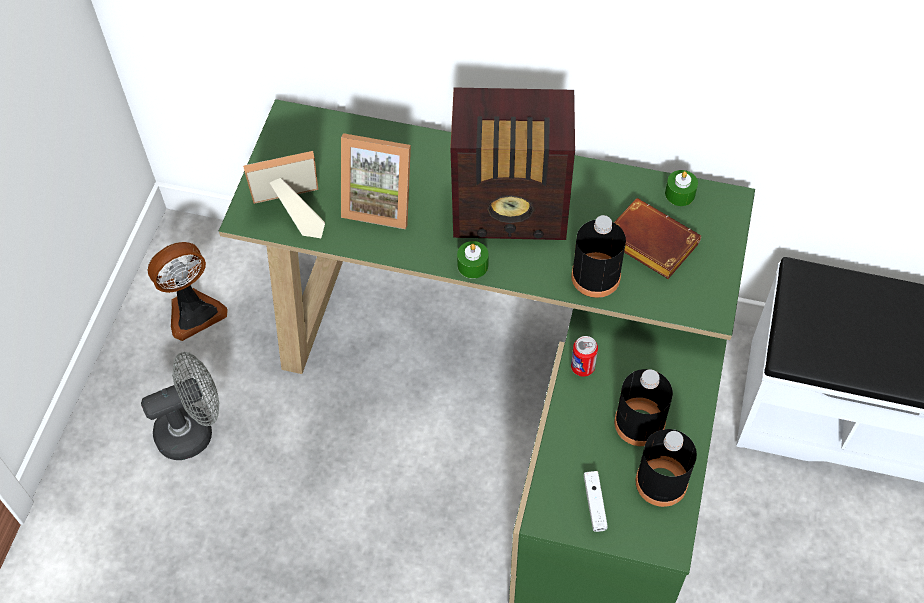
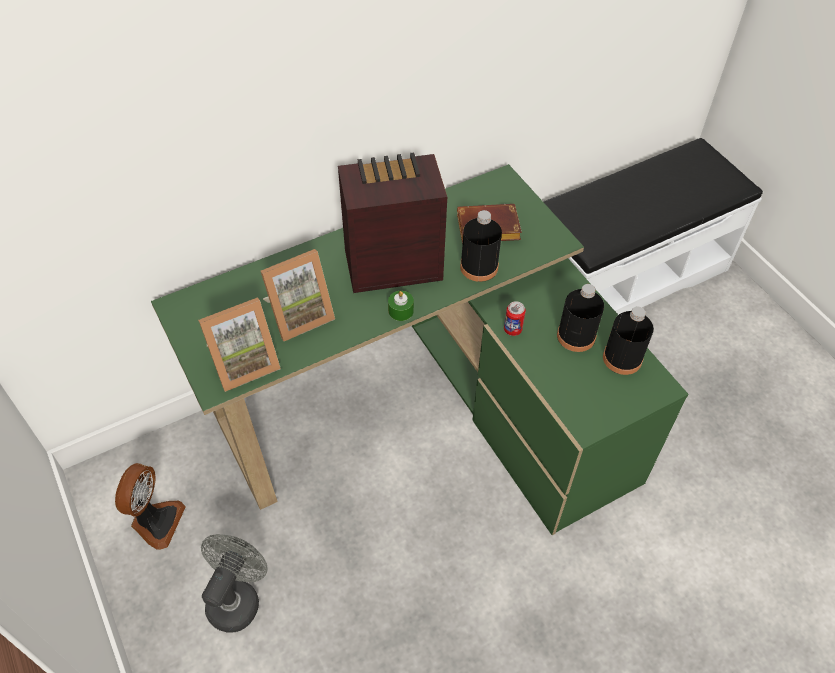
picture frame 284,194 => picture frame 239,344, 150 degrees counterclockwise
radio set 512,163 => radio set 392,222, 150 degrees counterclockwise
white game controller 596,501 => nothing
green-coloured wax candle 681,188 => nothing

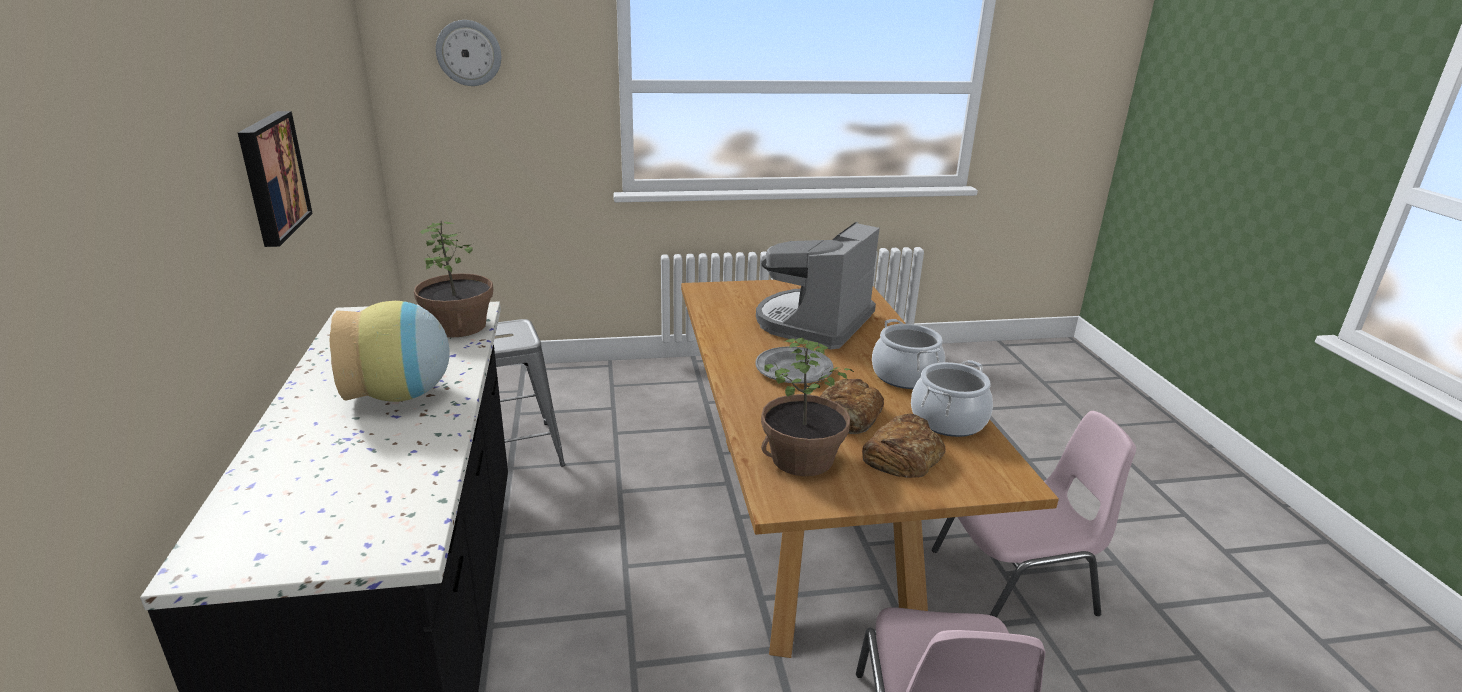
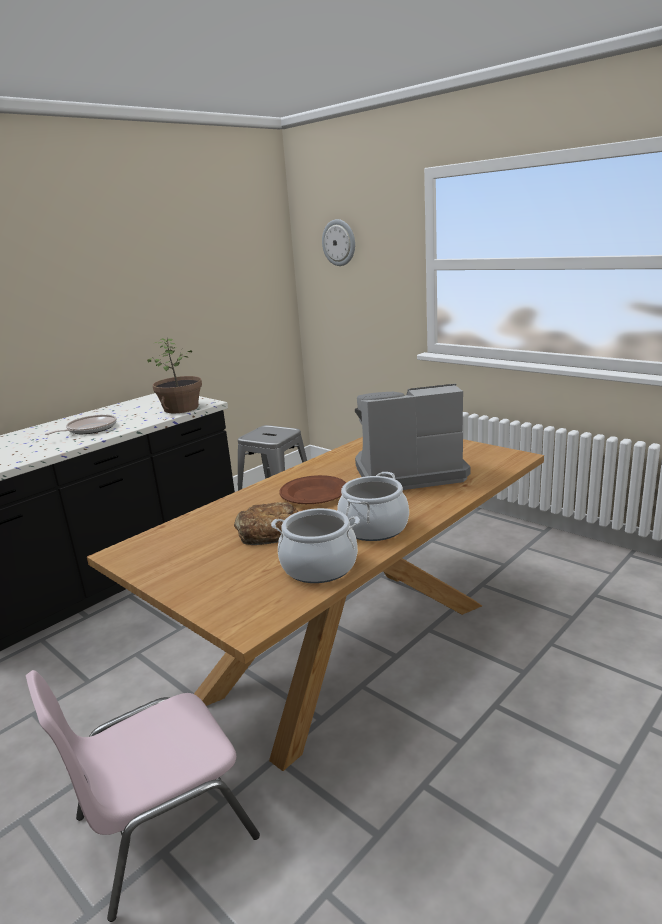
decorative vase 390,351 => skillet 81,424
grey dinner plate 794,365 => brown dinner plate 313,489
picture 275,179 => nothing
potted plant 807,407 => nothing
bread 904,446 => nothing
pink plain chair 1034,514 => nothing

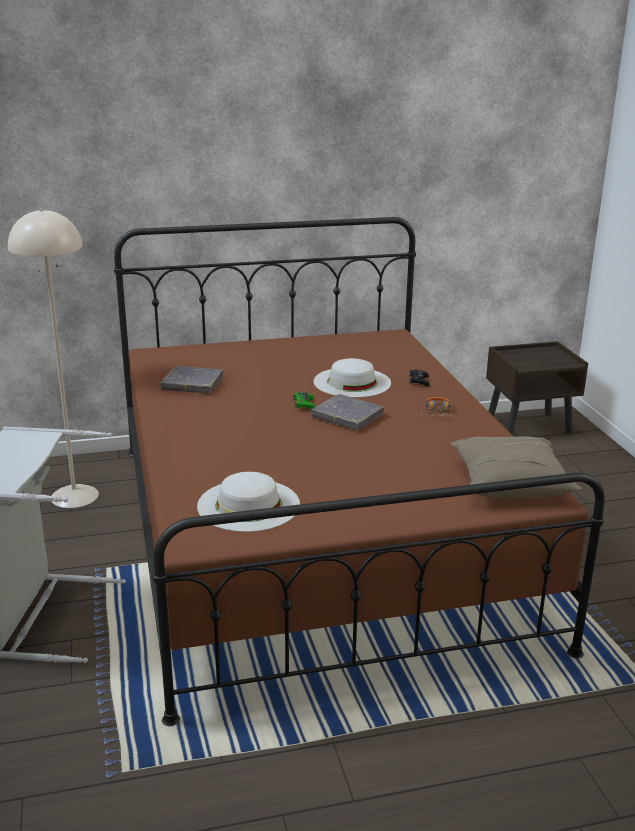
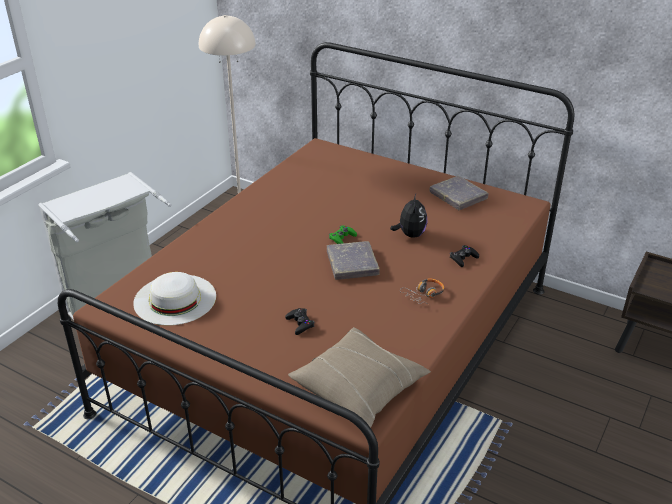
nothing => black-coloured game controller 300,321
white hat 352,378 => plush toy 409,216
grey bound book 191,380 => grey bound book 458,193, move

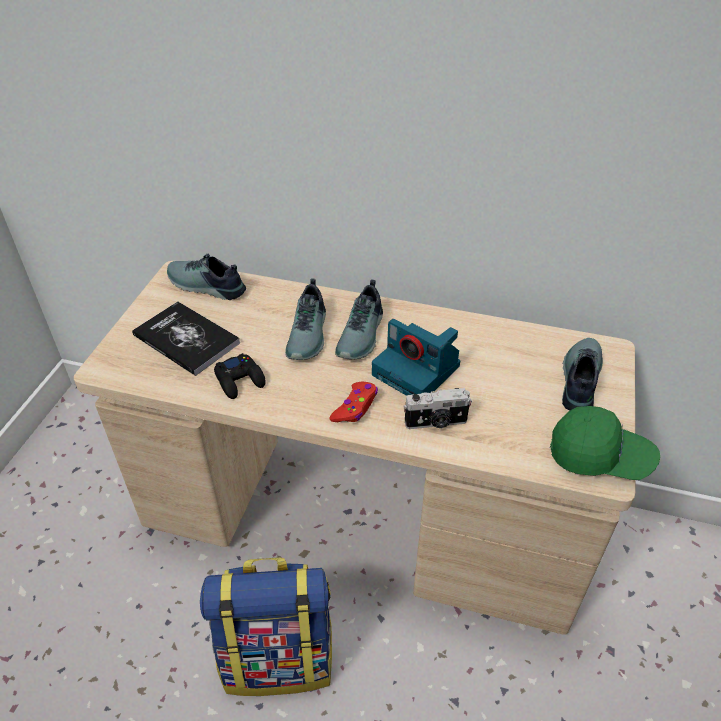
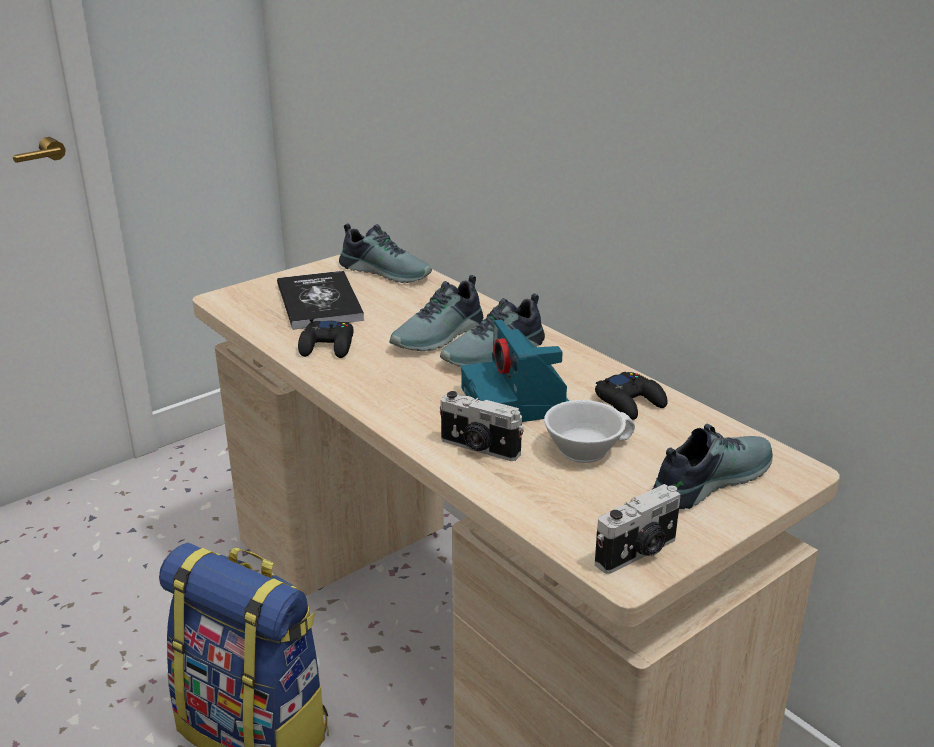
item of footwear 206,276 => item of footwear 385,253, 150 degrees clockwise
nothing => white cup 589,431
nothing => black-coloured game controller 631,396
green-coloured cap 605,443 => photo camera 638,529
reddish game controller 353,401 => nothing

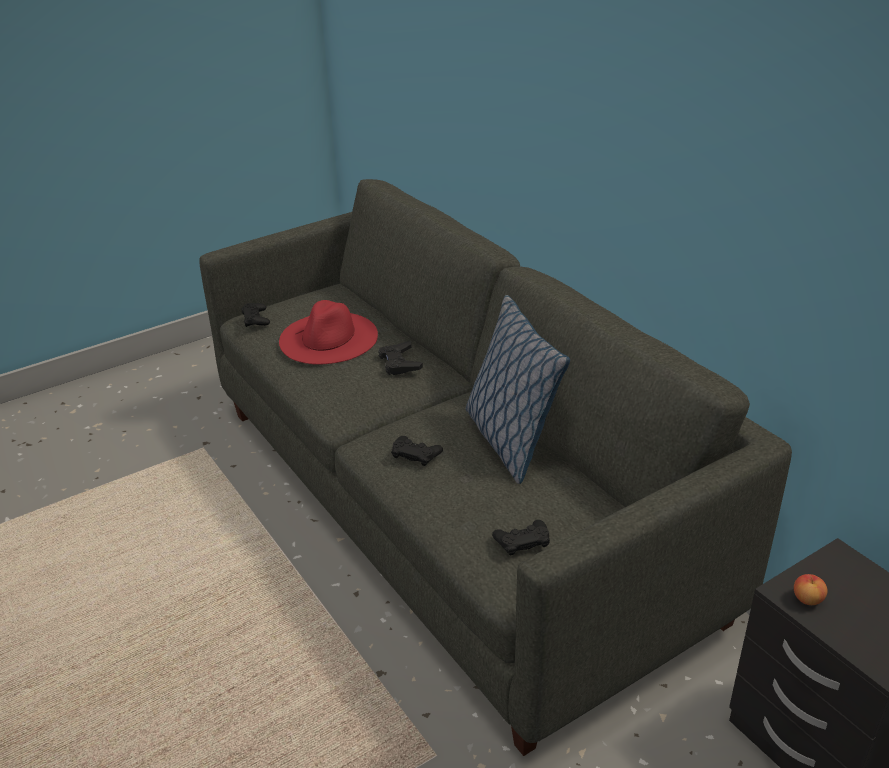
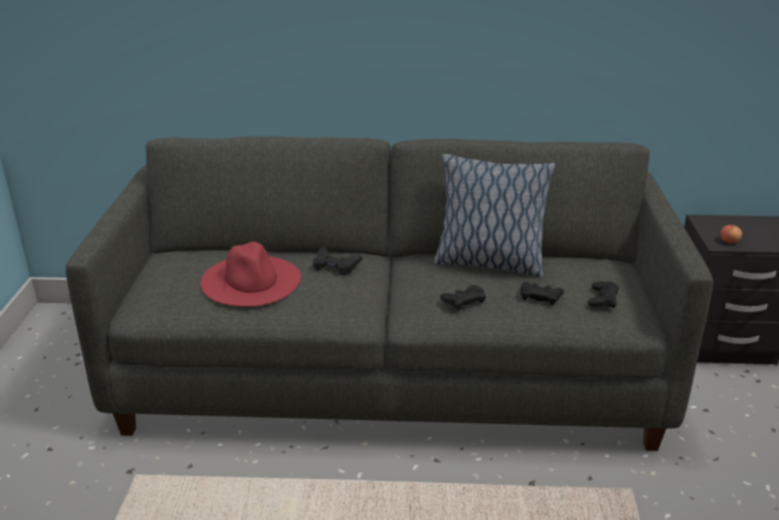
black-coloured game controller 255,315 => black-coloured game controller 542,293, move

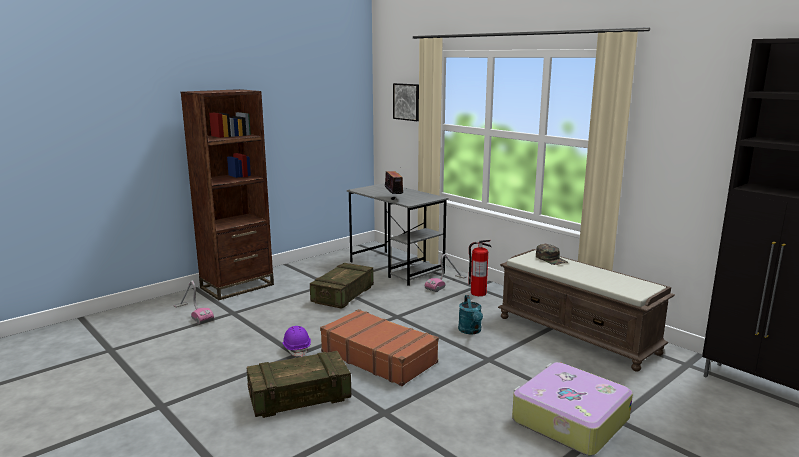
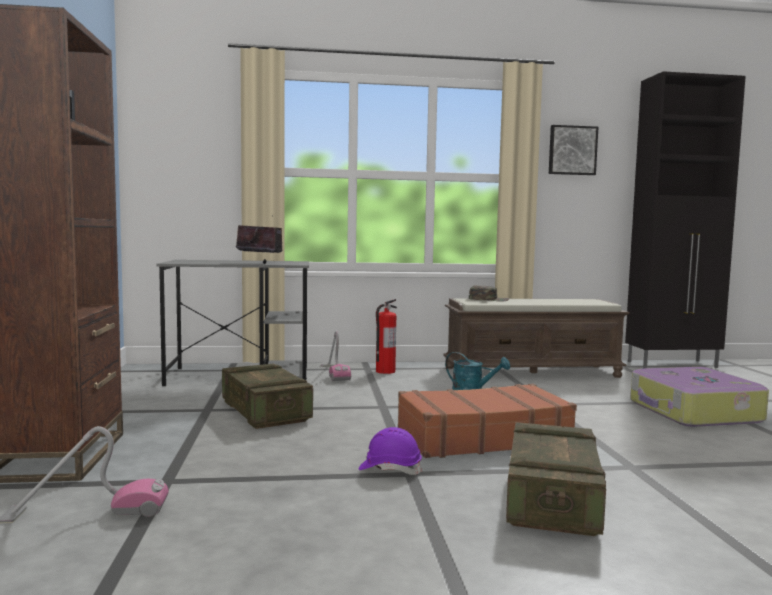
picture 406,102 => picture 573,150, move

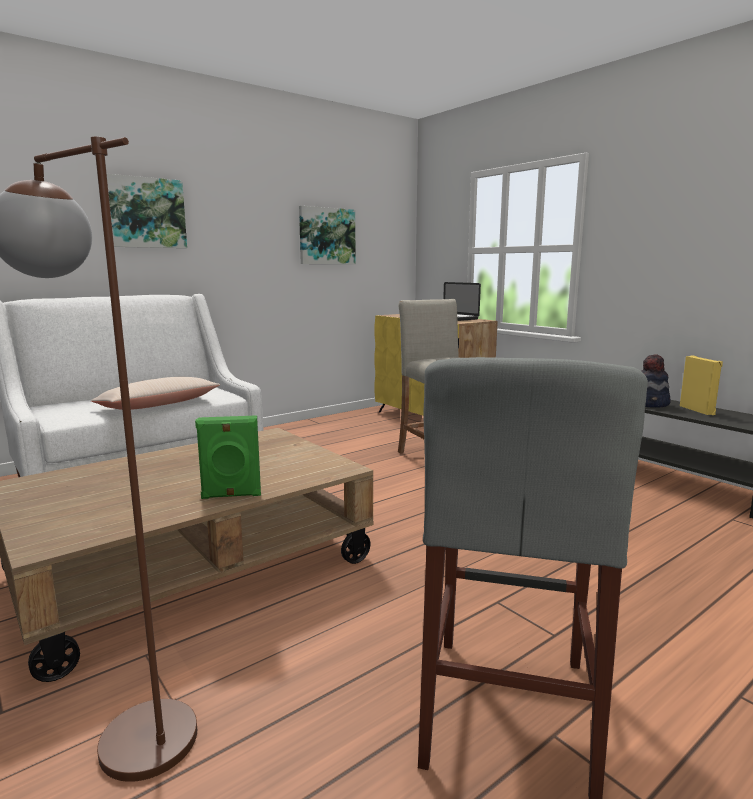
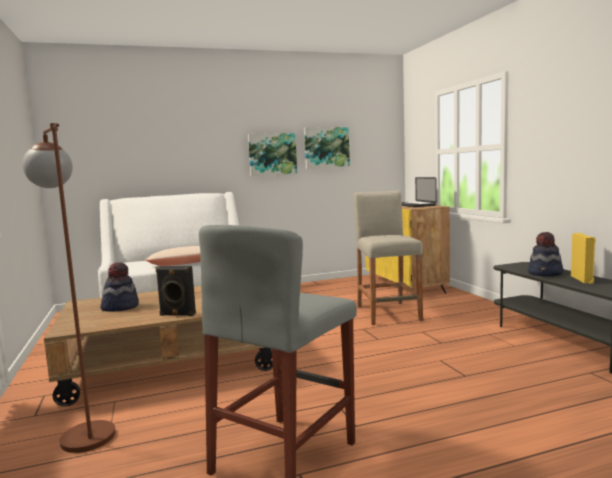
nothing => hat 120,287
green-coloured loudspeaker 228,457 => black-coloured loudspeaker 175,291
picture 147,211 => picture 272,154, move

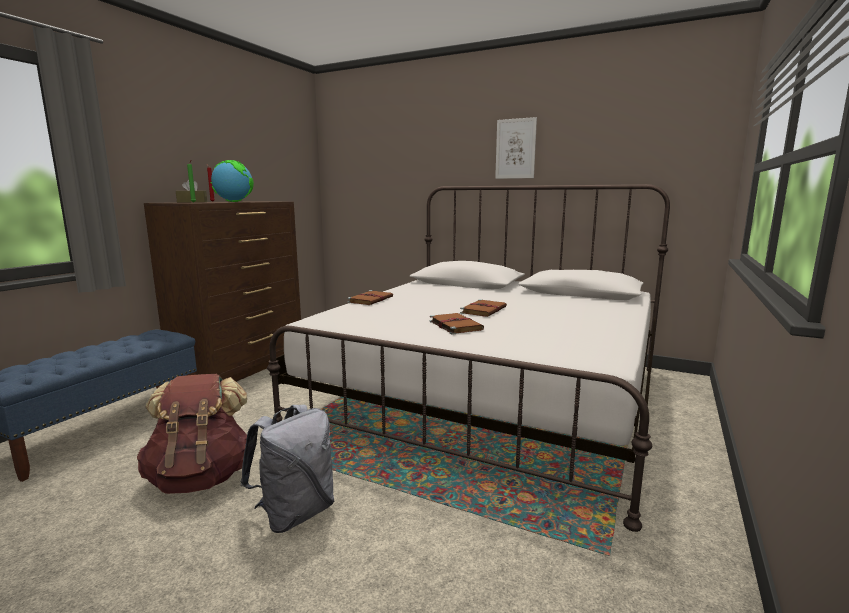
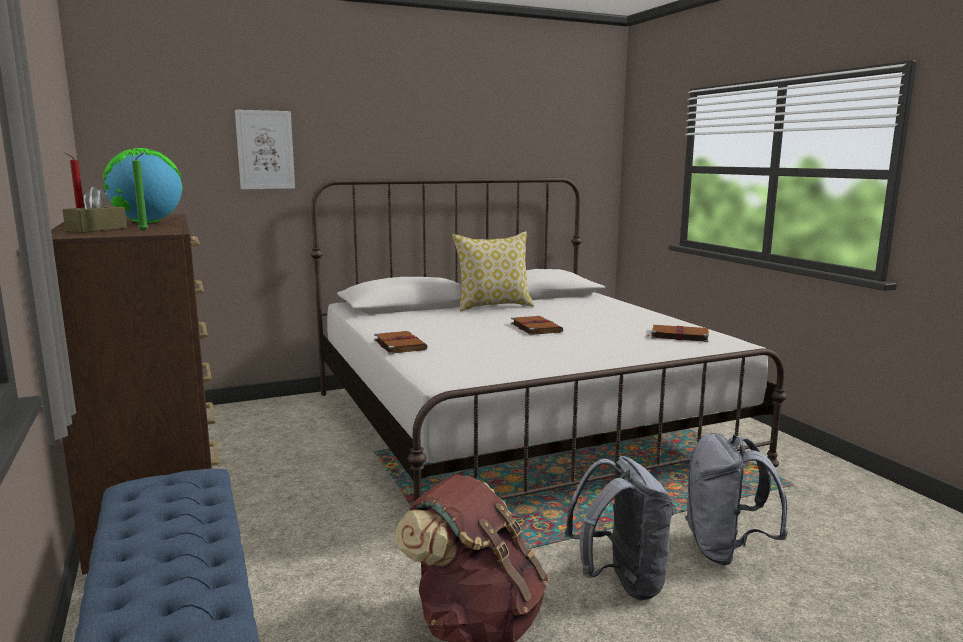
picture 516,148 => picture 265,149, move
nothing => throw pillow 493,271
brown bound book 456,324 => brown bound book 678,333, move
nothing => grey rucksack 736,499

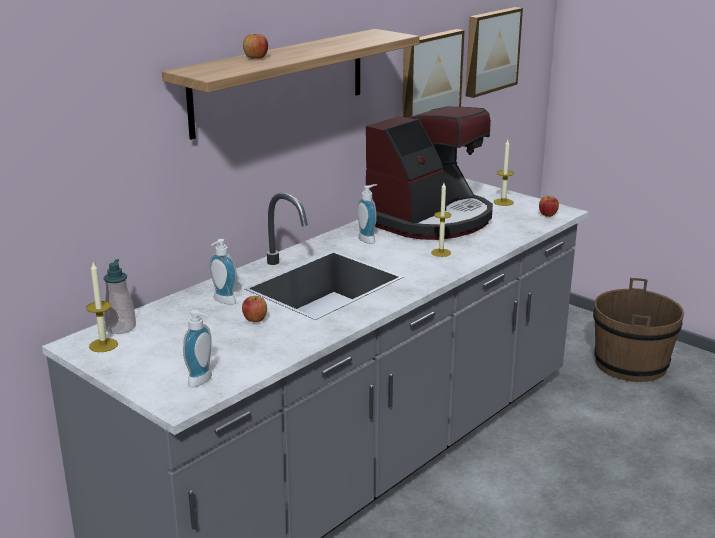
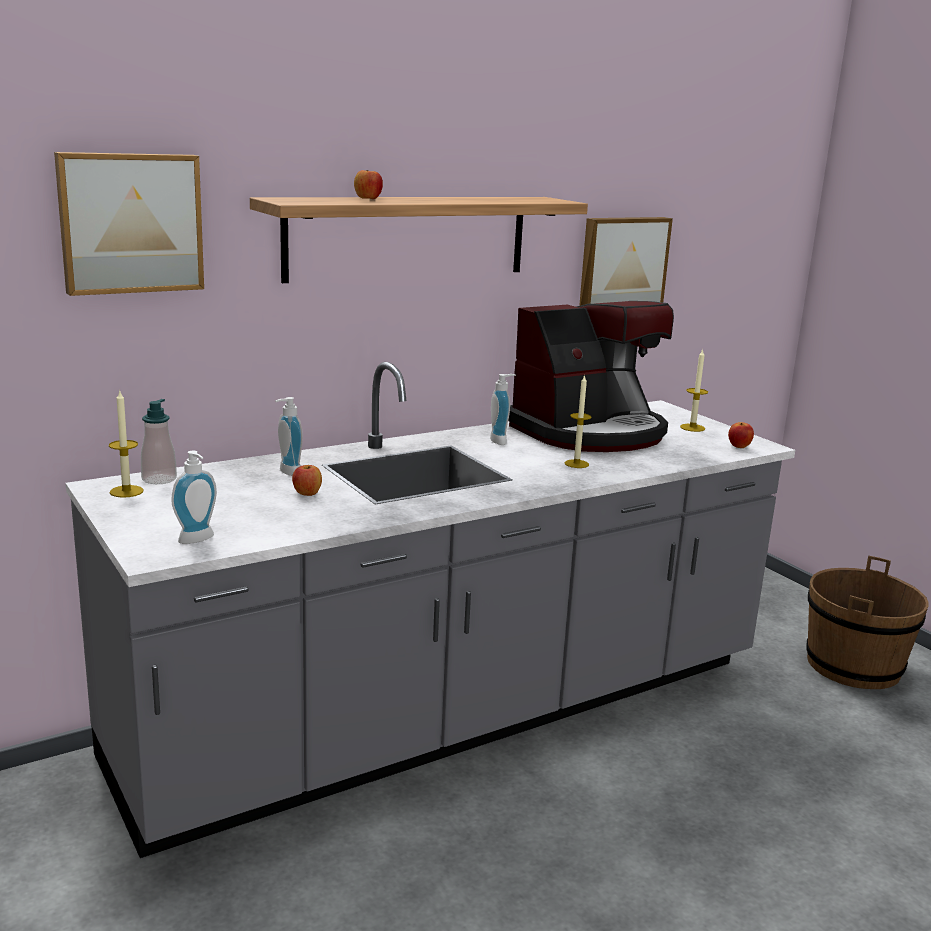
picture 494,52 => picture 129,224, move

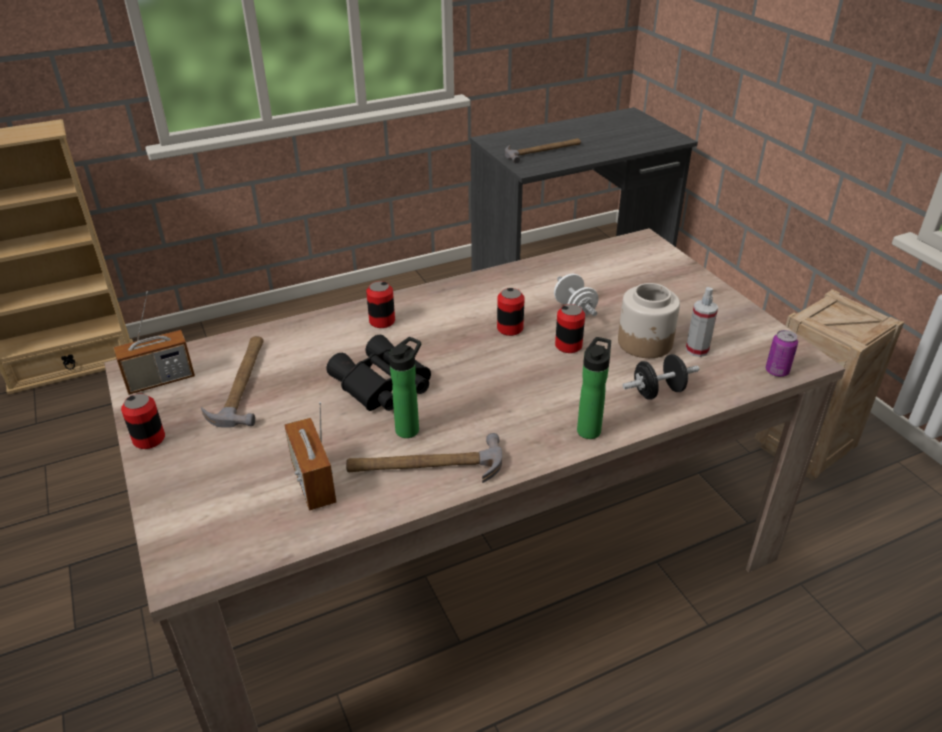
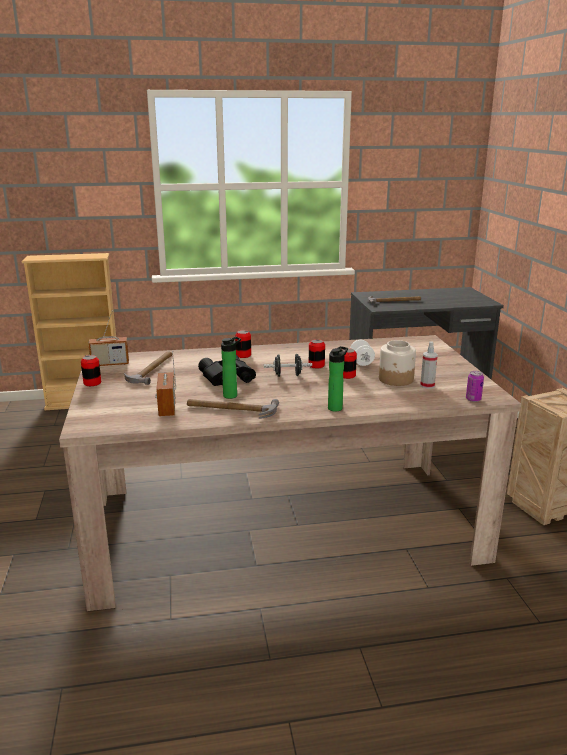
black-coloured hand weight 660,377 => black-coloured hand weight 288,365, move

